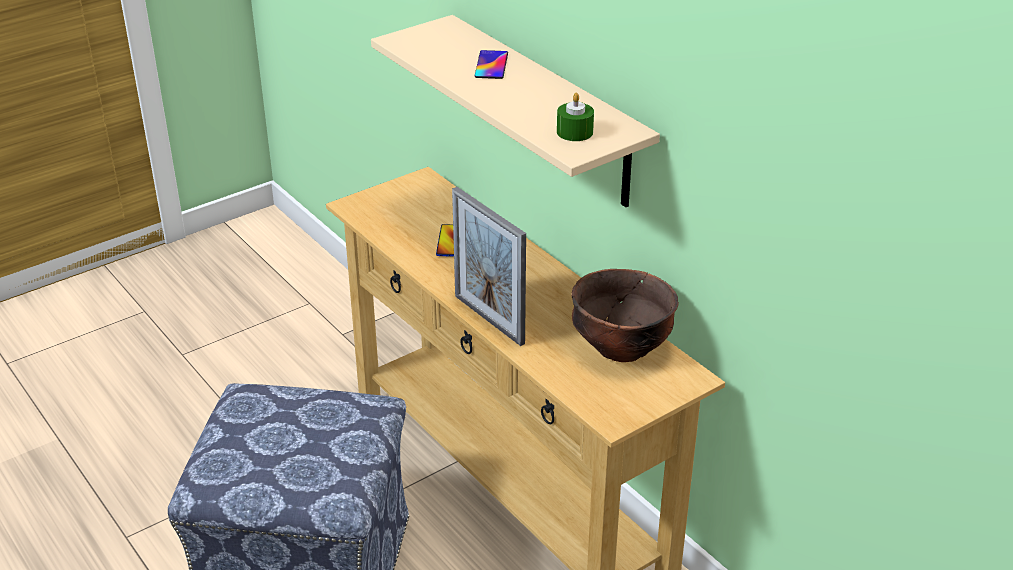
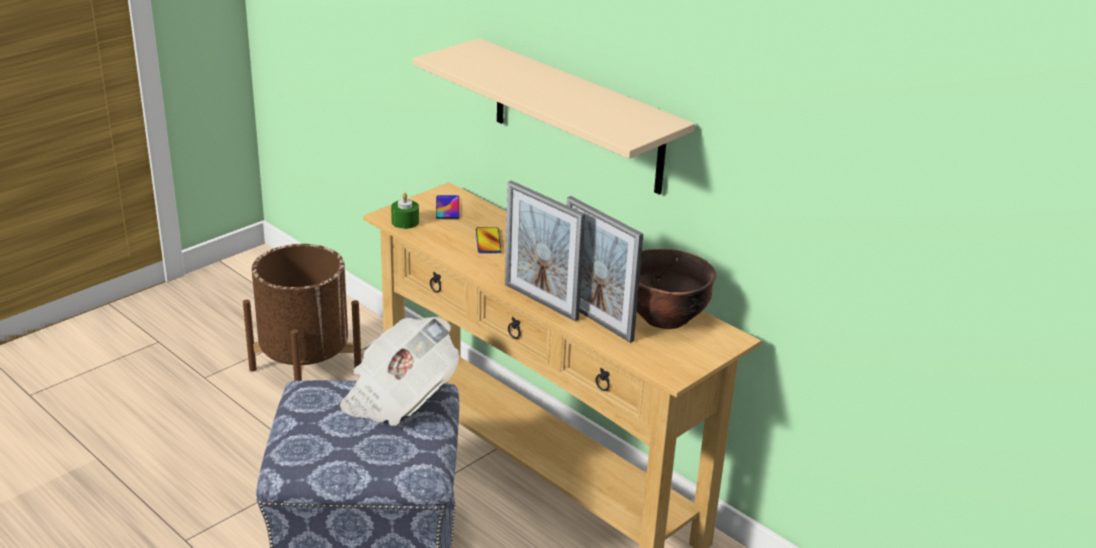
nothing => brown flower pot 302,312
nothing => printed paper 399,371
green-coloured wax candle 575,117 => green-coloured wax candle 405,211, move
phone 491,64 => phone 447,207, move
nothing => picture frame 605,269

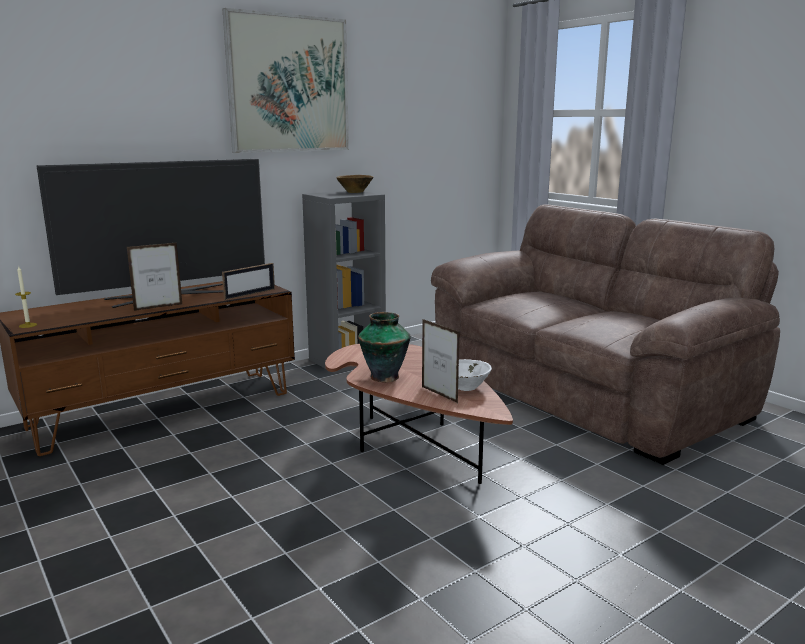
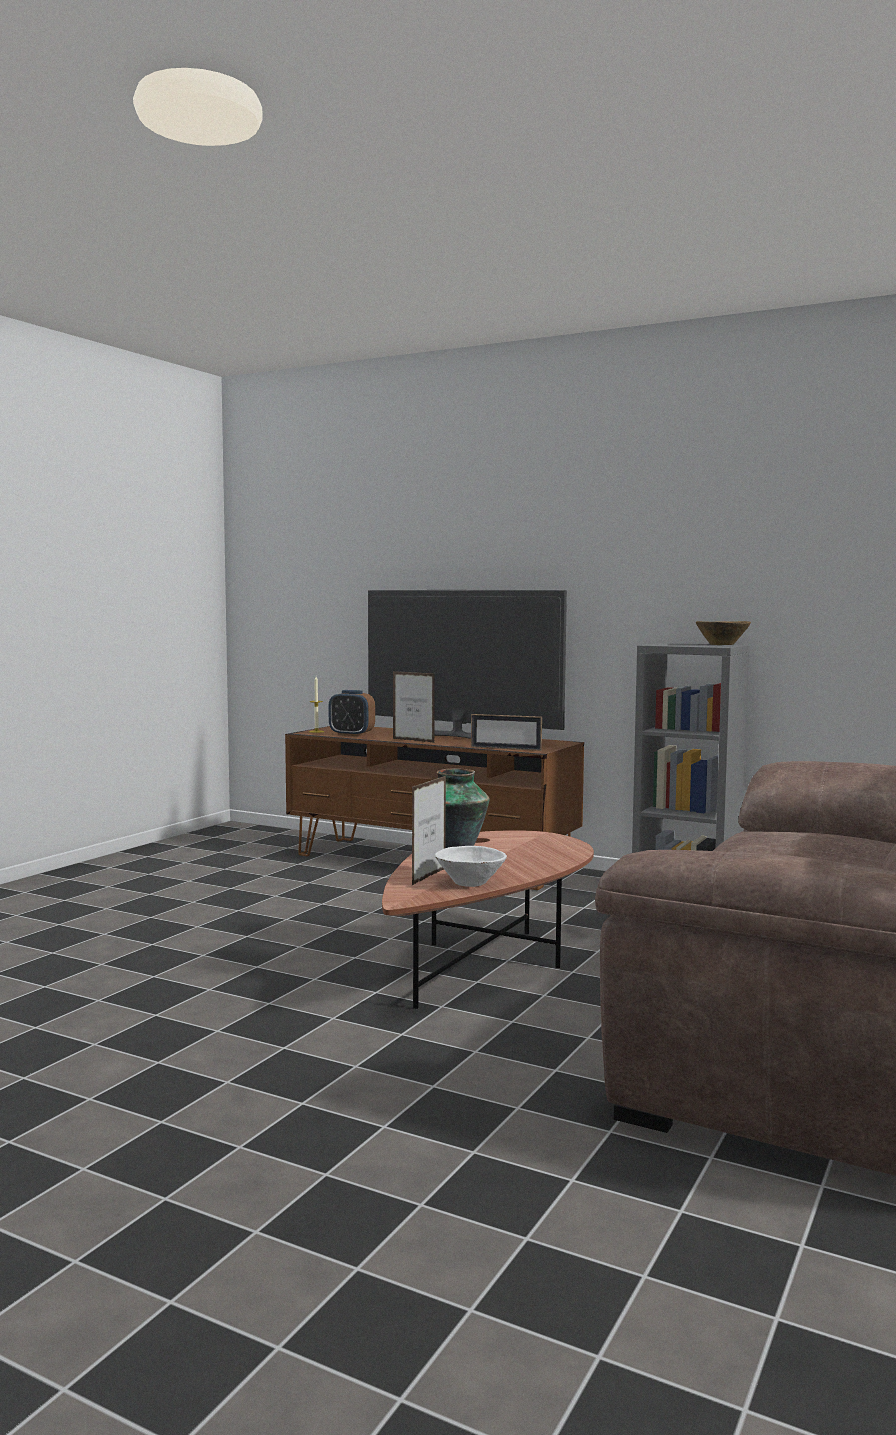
nothing => bedside clock 352,713
picture 285,80 => nothing

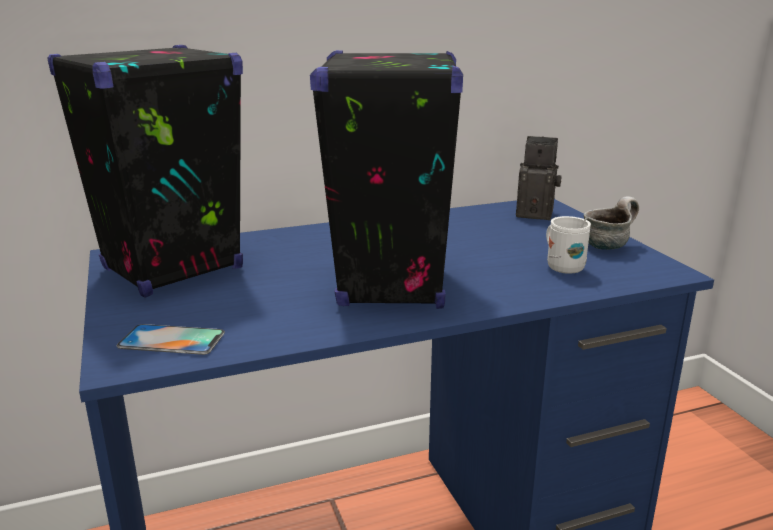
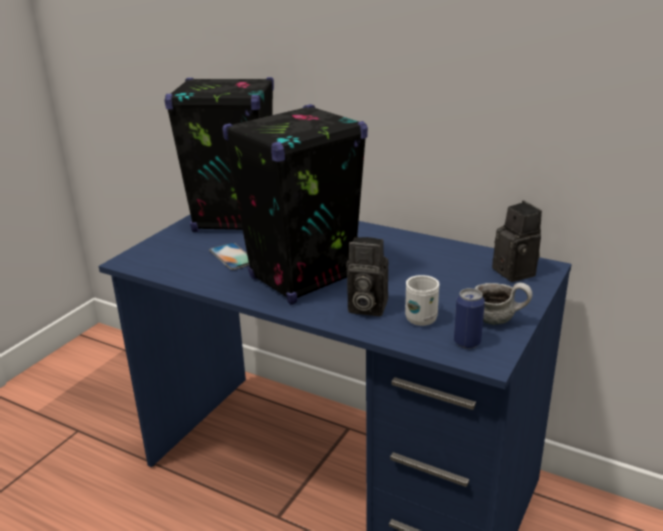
phone 170,339 => phone 229,256, move
nothing => photo camera 367,276
nothing => sealed can 469,318

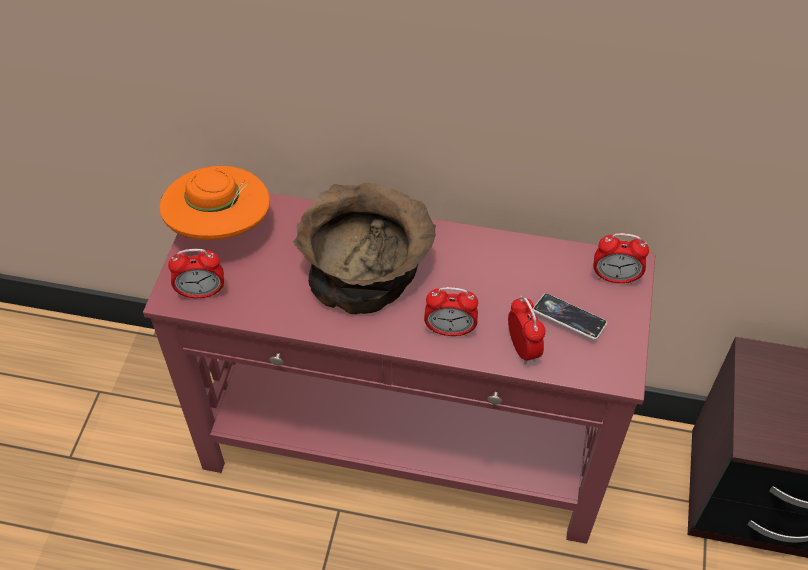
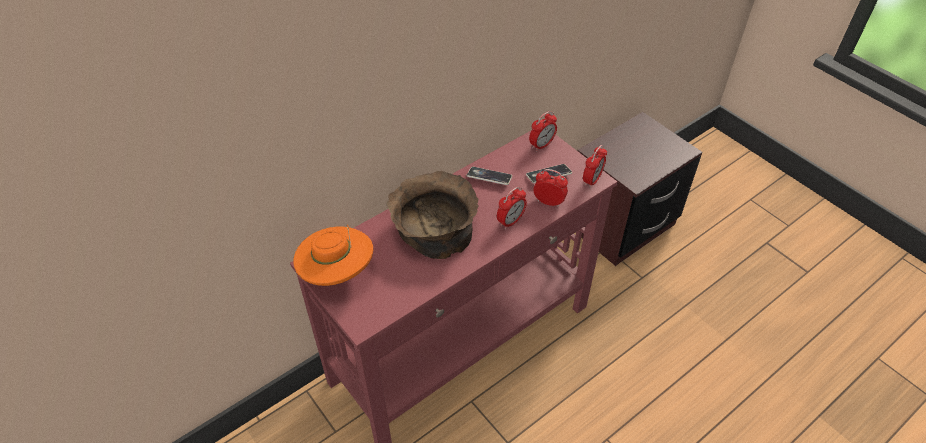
nothing => phone 489,176
bedside clock 196,274 => bedside clock 595,166, move

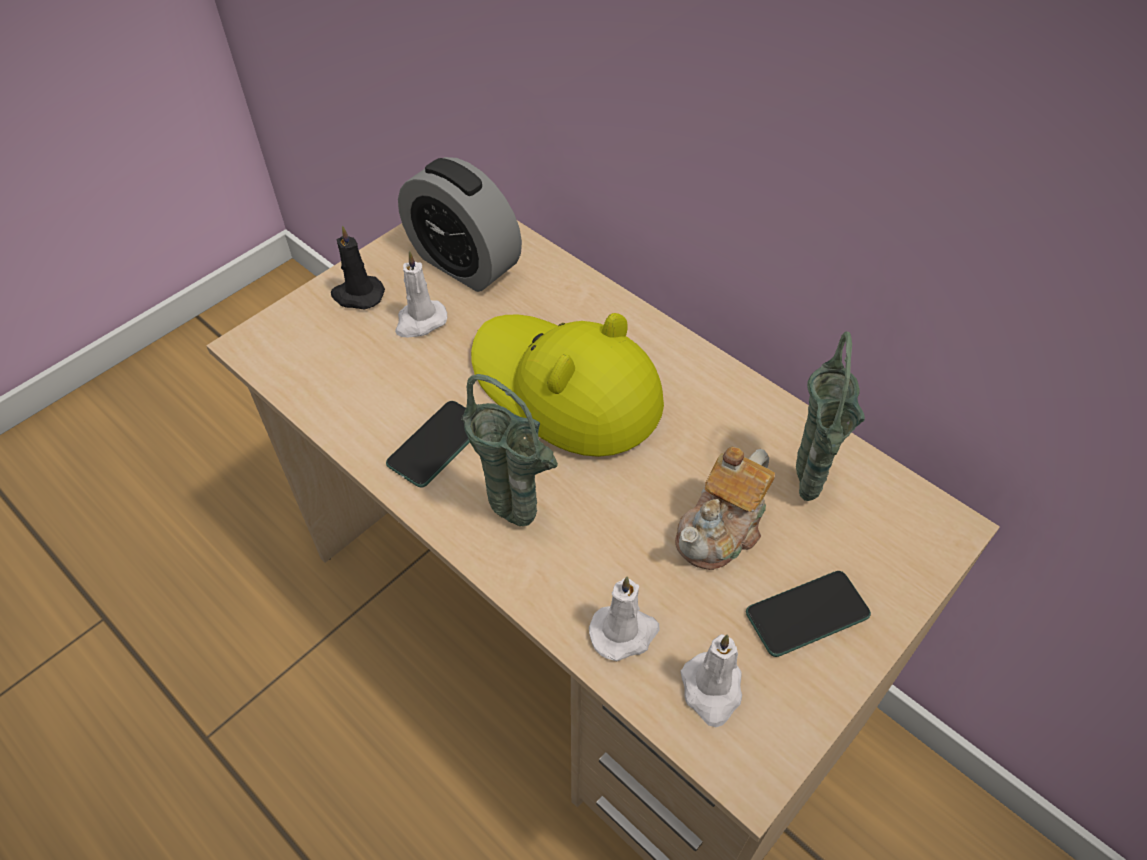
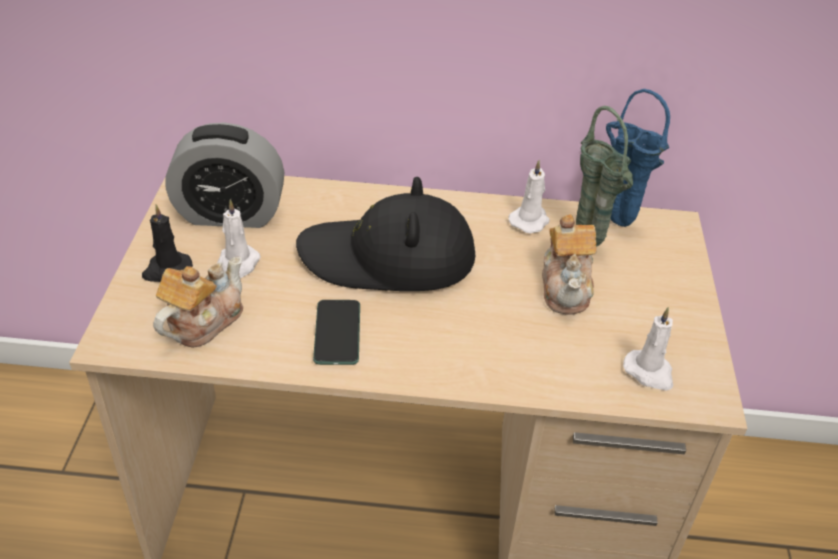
nothing => teapot 198,302
yellow-coloured hat 567,385 => black-coloured hat 385,234
white wax candle 624,618 => white wax candle 529,196, move
nothing => blue-coloured decorative vase 638,158
green-coloured decorative vase 509,450 => nothing
phone 808,614 => nothing

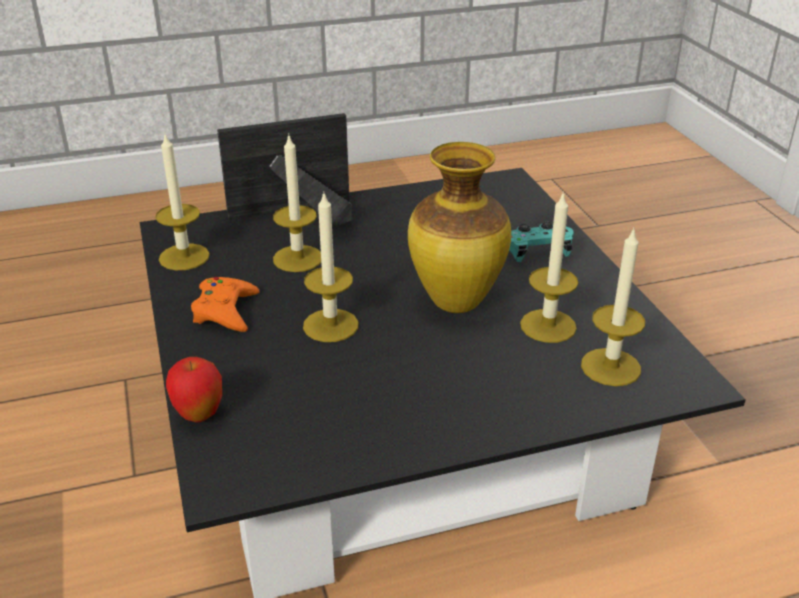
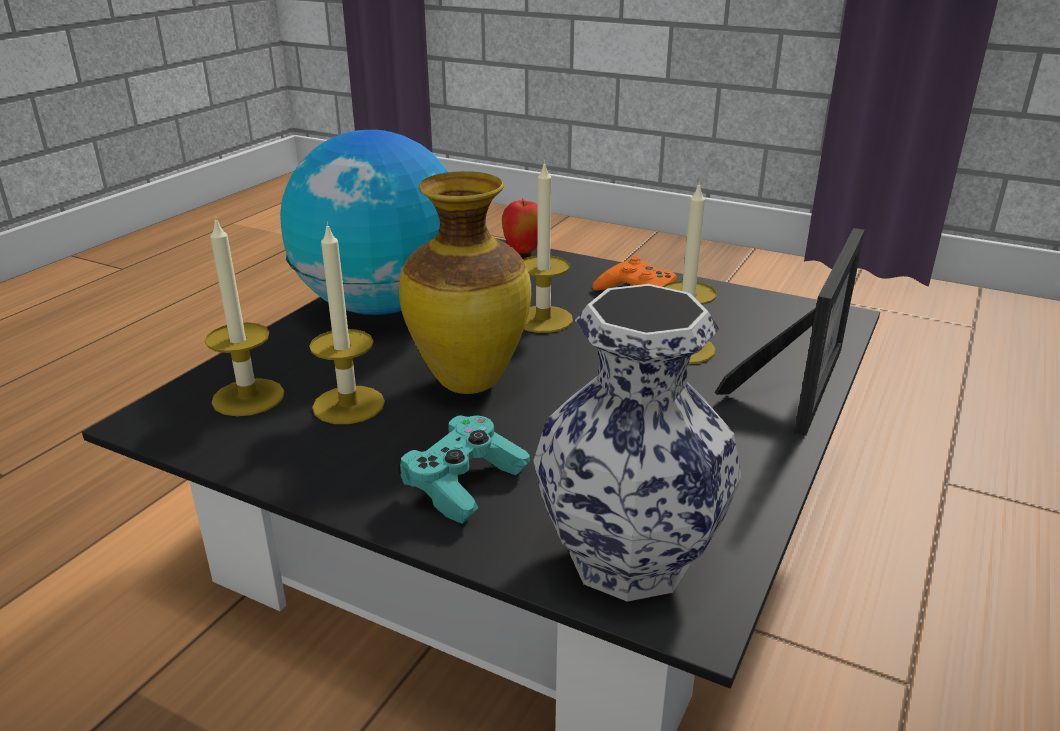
nothing => desk globe 364,222
nothing => decorative vase 637,443
wax candle 182,201 => nothing

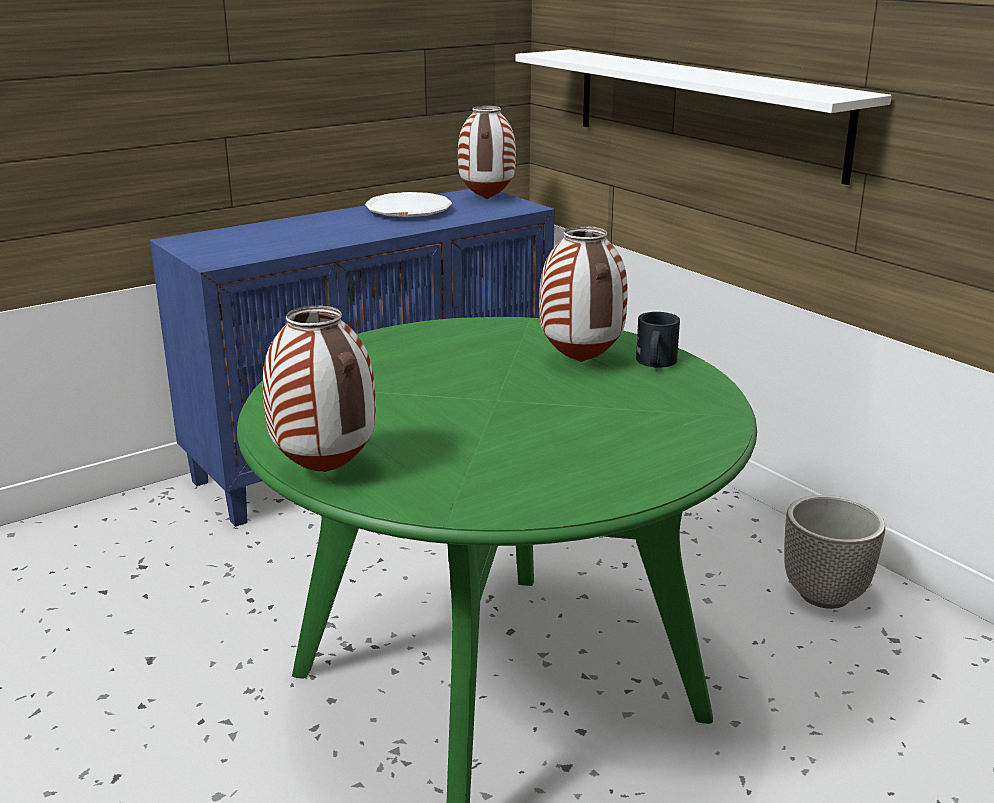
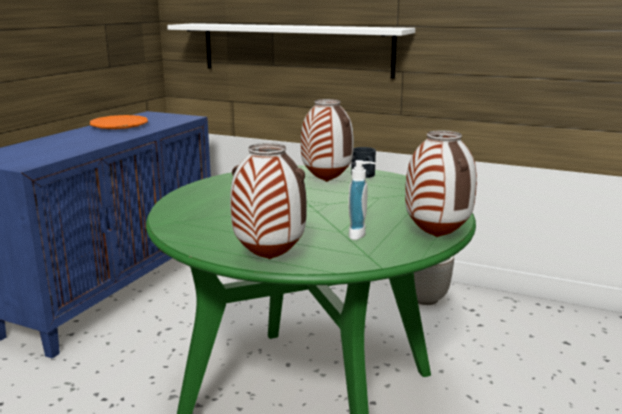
white dinner plate 408,204 => orange-coloured dinner plate 119,122
nothing => liquid soap bottle 362,200
decorative vase 487,152 => decorative vase 441,183, move

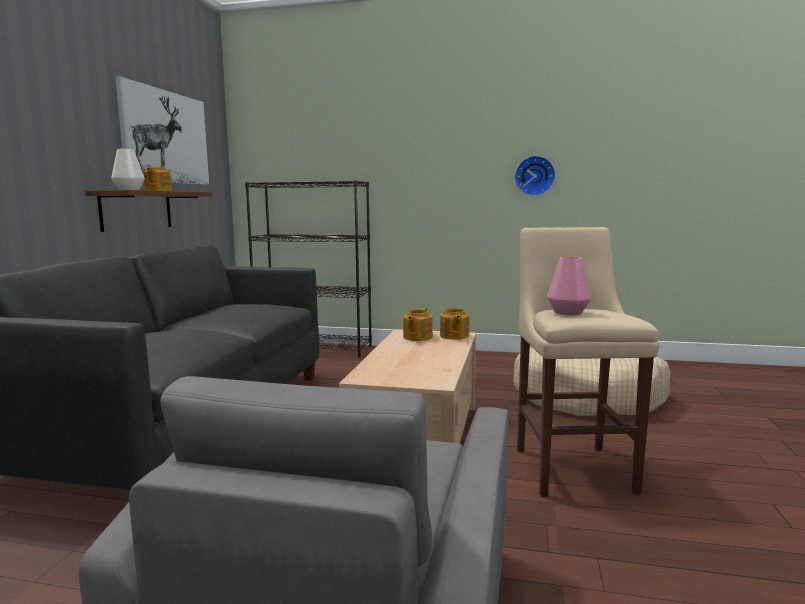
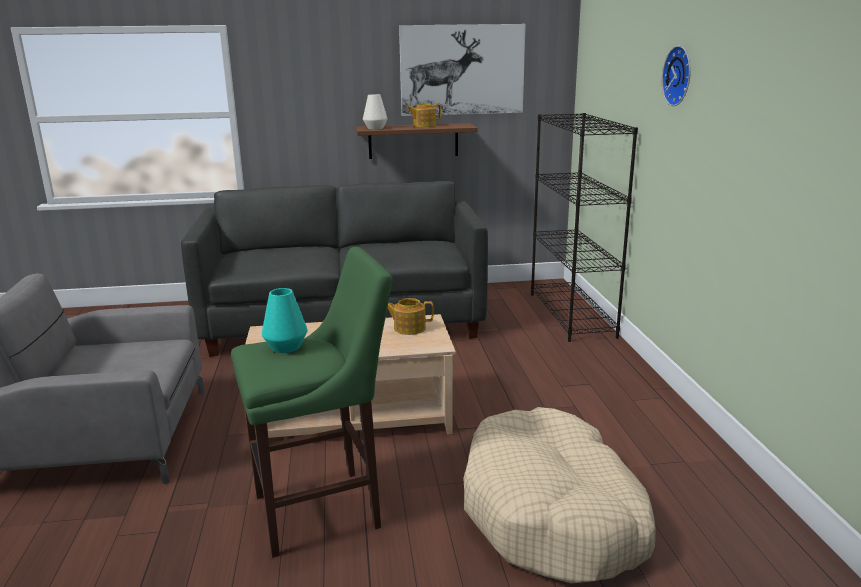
beige stool 588,362 => green-coloured stool 311,402
pink decorative vase 569,286 => turquoise decorative vase 284,320
wall clock 535,176 => wall clock 676,76, move
teapot 454,323 => nothing

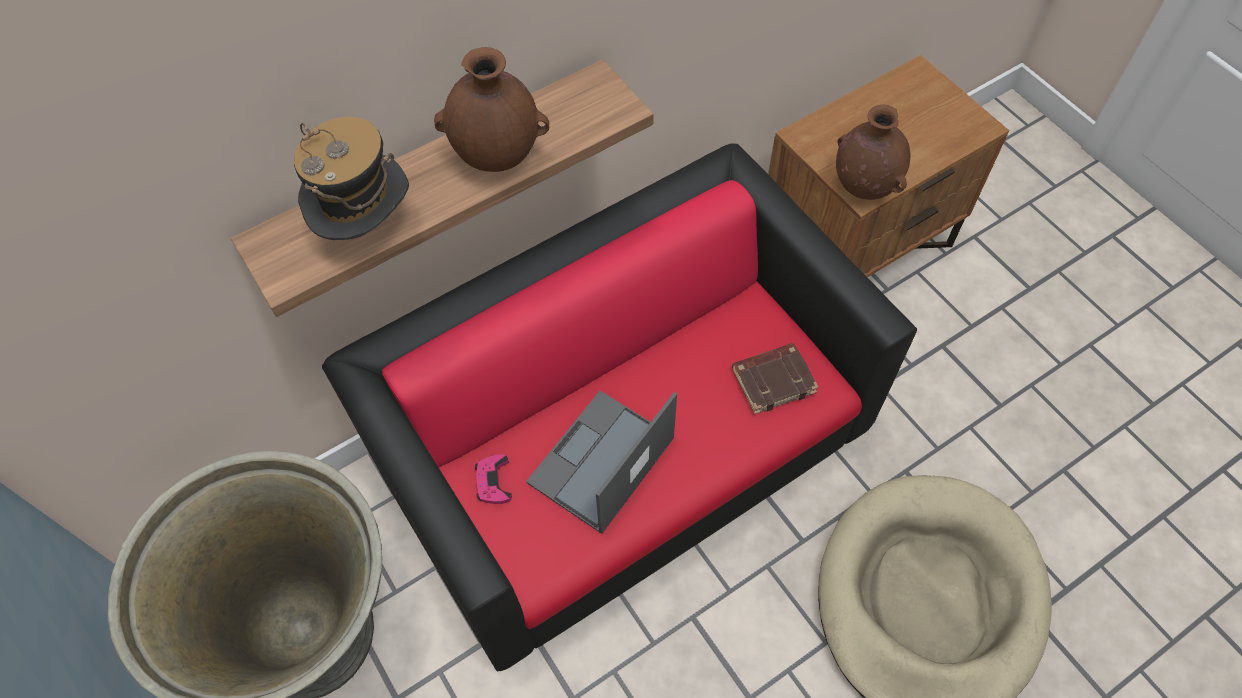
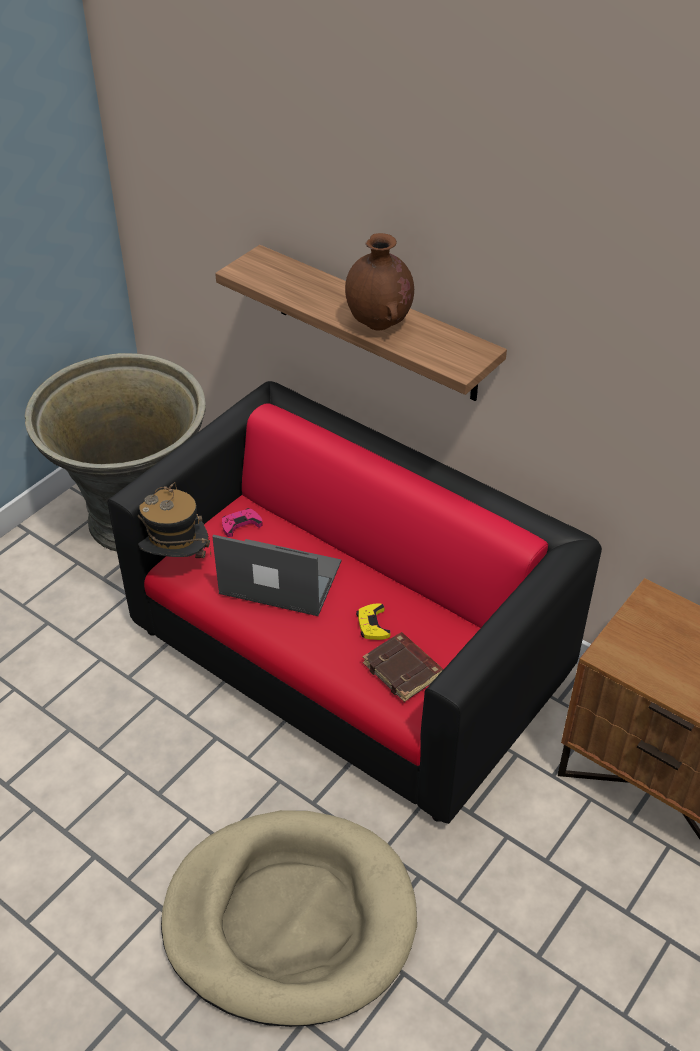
hat 351,178 => hat 174,520, move
nothing => yellow-coloured game controller 373,621
brown decorative vase 873,152 => nothing

